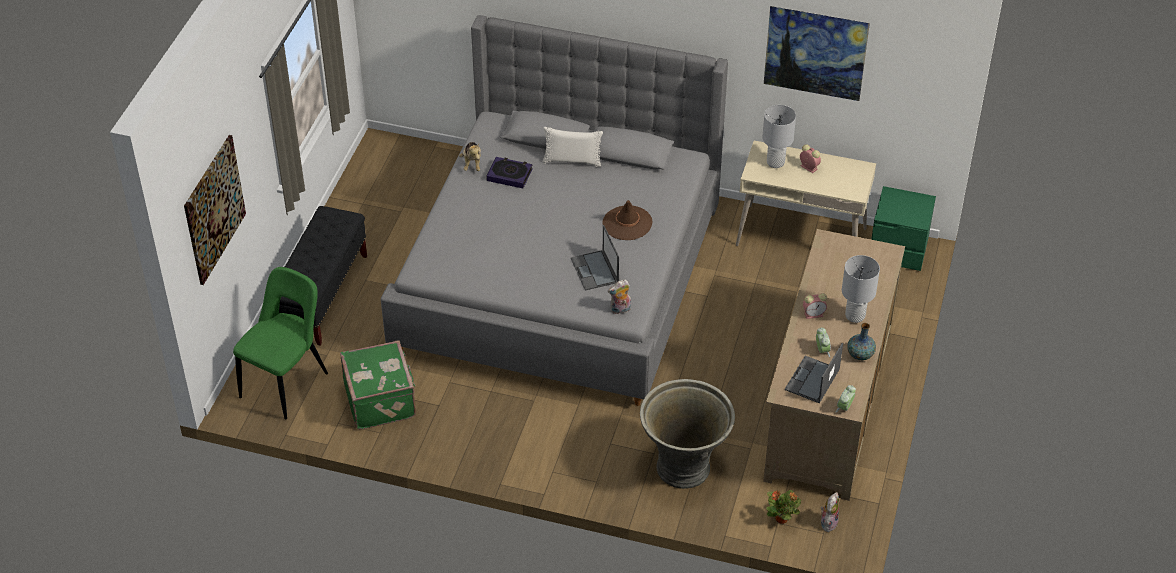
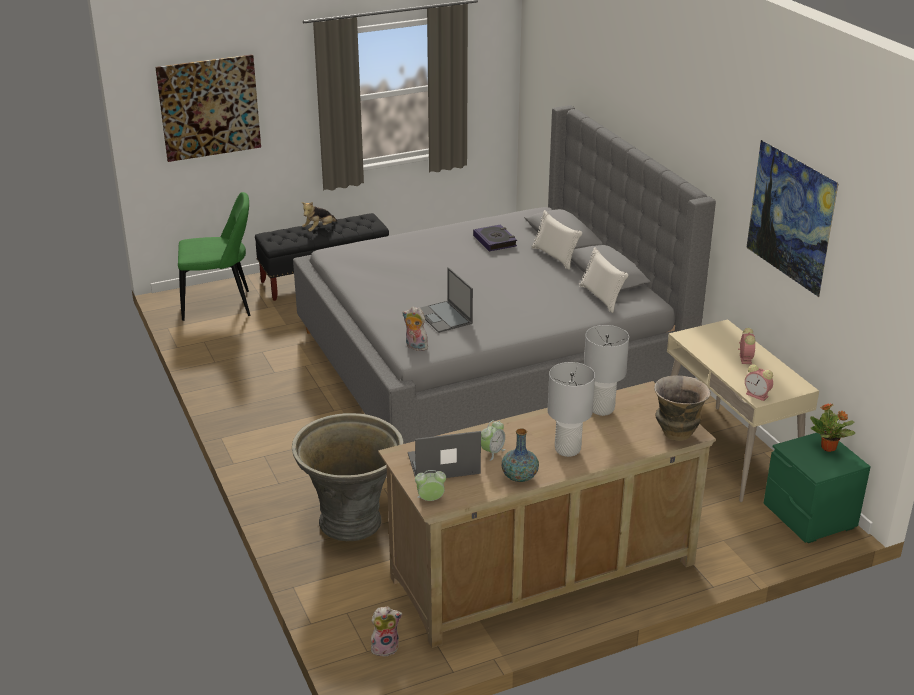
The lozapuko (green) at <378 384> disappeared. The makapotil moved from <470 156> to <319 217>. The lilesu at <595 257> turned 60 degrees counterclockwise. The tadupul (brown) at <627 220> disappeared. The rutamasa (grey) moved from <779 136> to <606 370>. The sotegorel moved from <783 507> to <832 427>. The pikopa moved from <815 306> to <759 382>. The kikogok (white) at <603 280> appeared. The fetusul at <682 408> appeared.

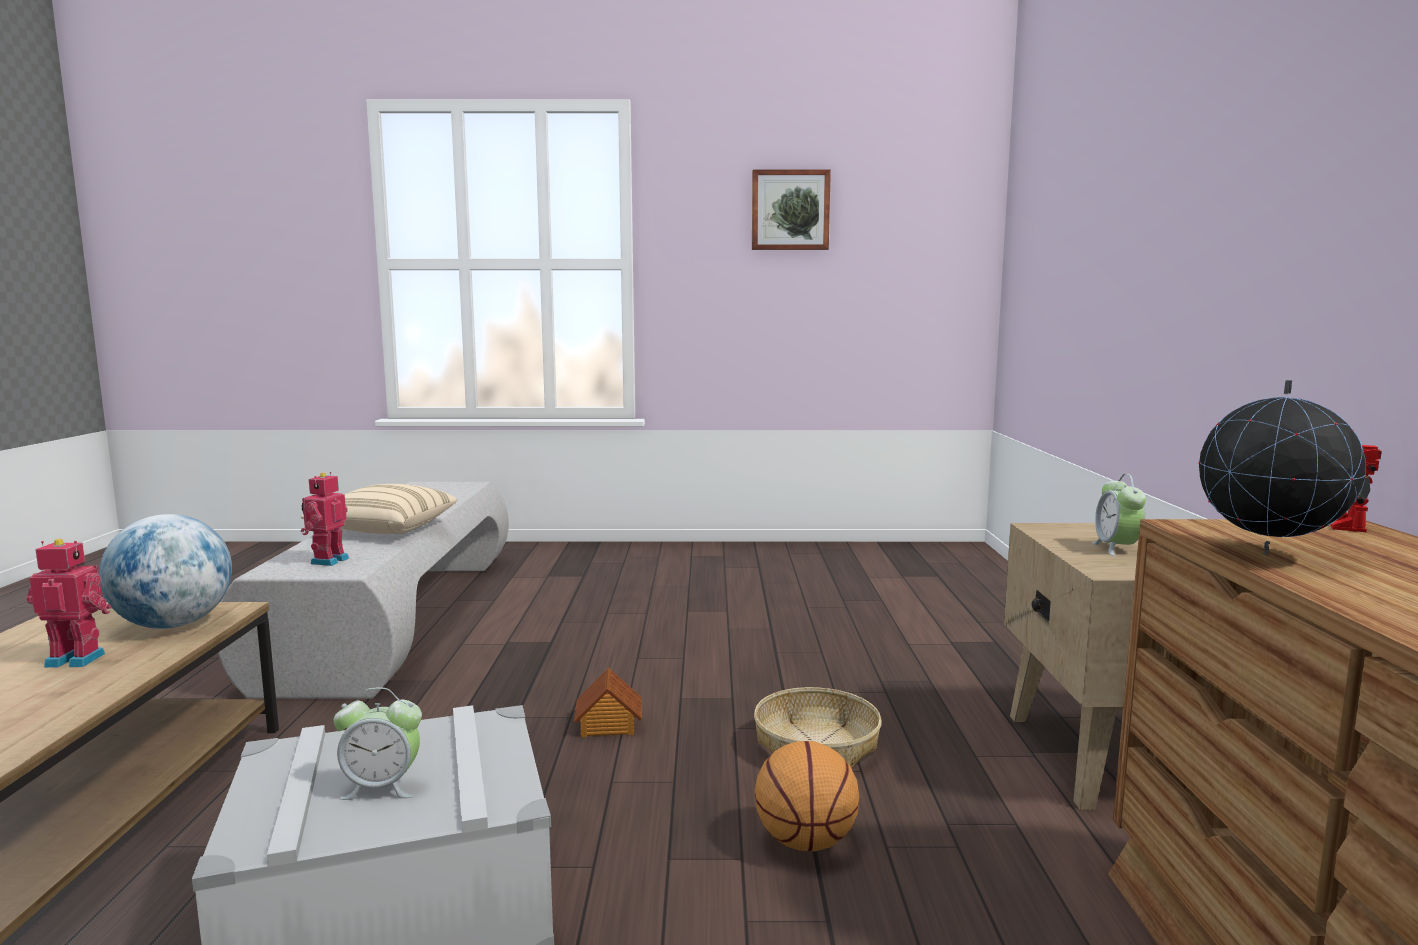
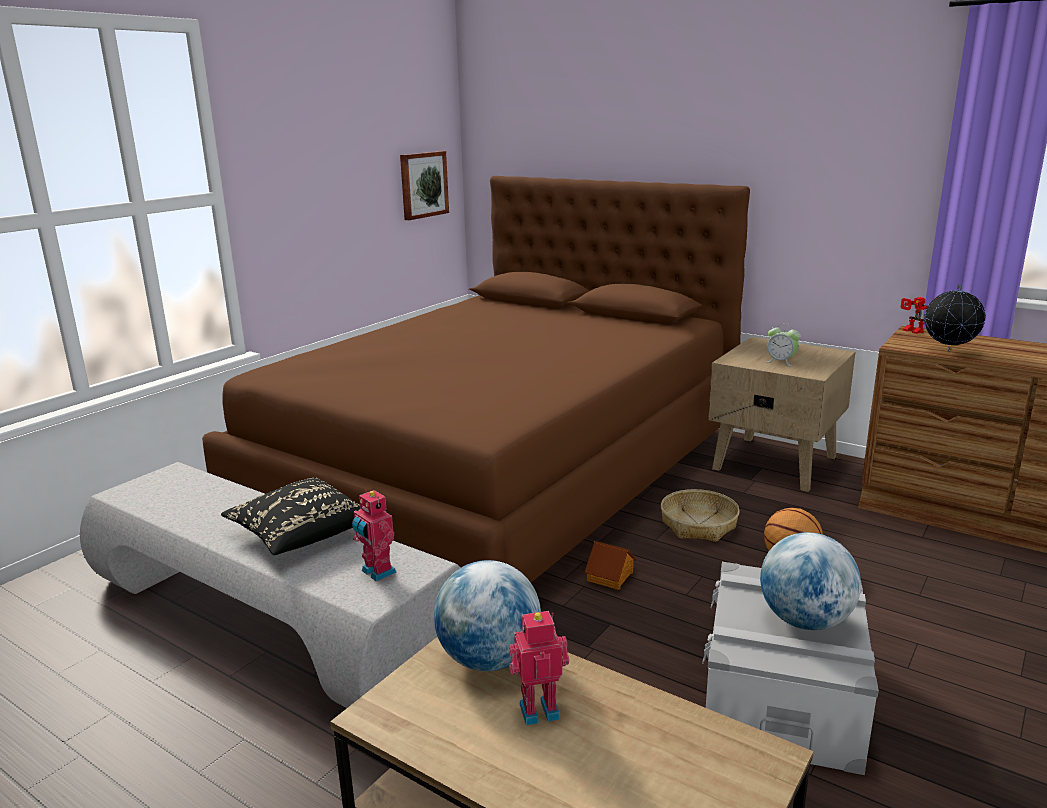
The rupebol at <68 603> turned 45 degrees clockwise. The kikogok (beige) at <379 509> became the kikogok (black) at <291 516>. The pikopa at <378 743> was replaced by the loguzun at <810 581>. The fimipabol moved from <791 210> to <424 185>. The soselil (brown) at <476 379> appeared.

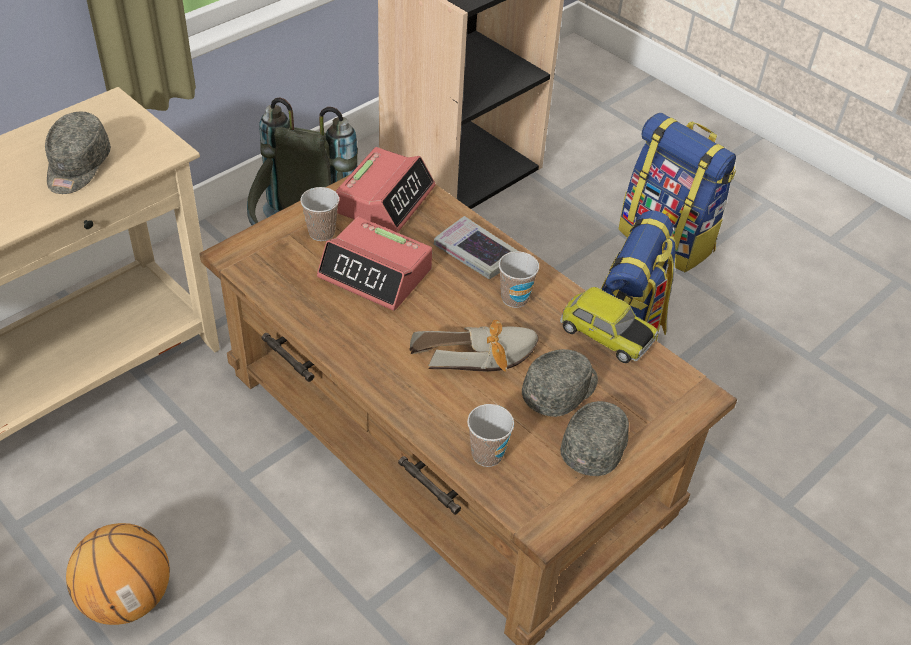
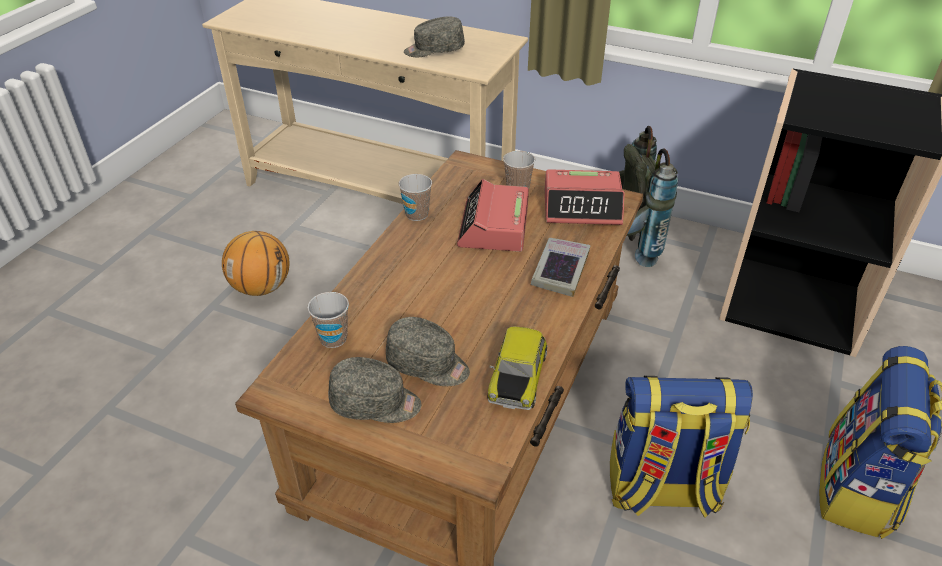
The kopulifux at <474 346> disappeared. The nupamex moved from <519 279> to <415 197>.

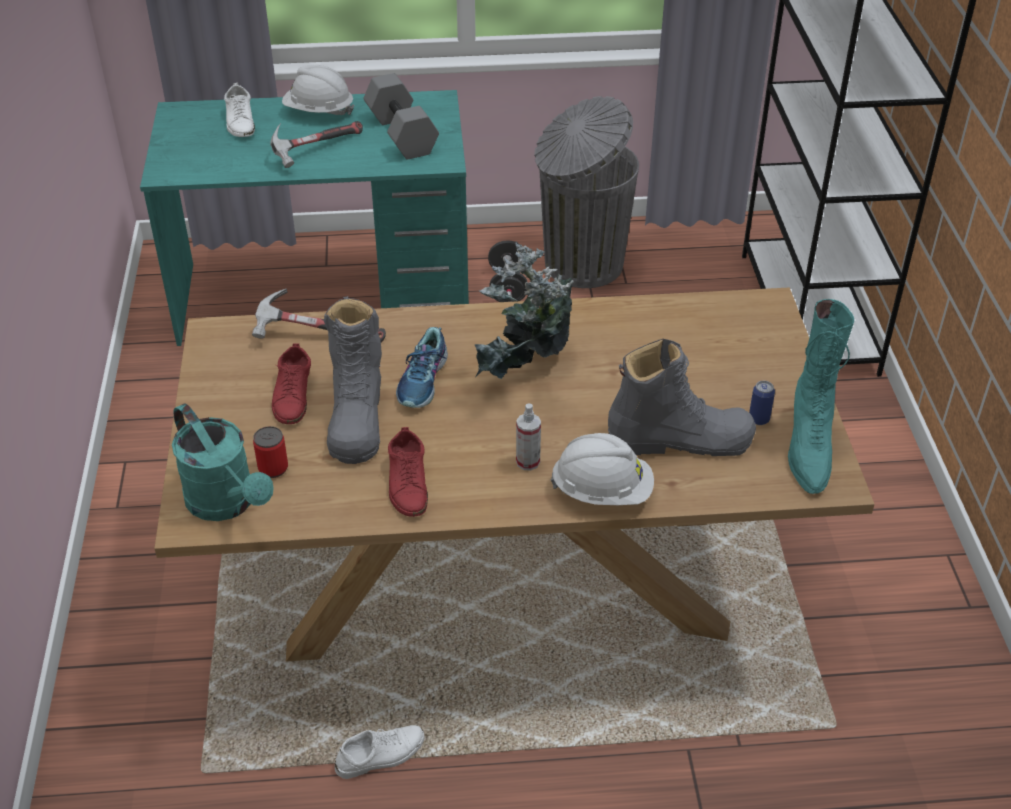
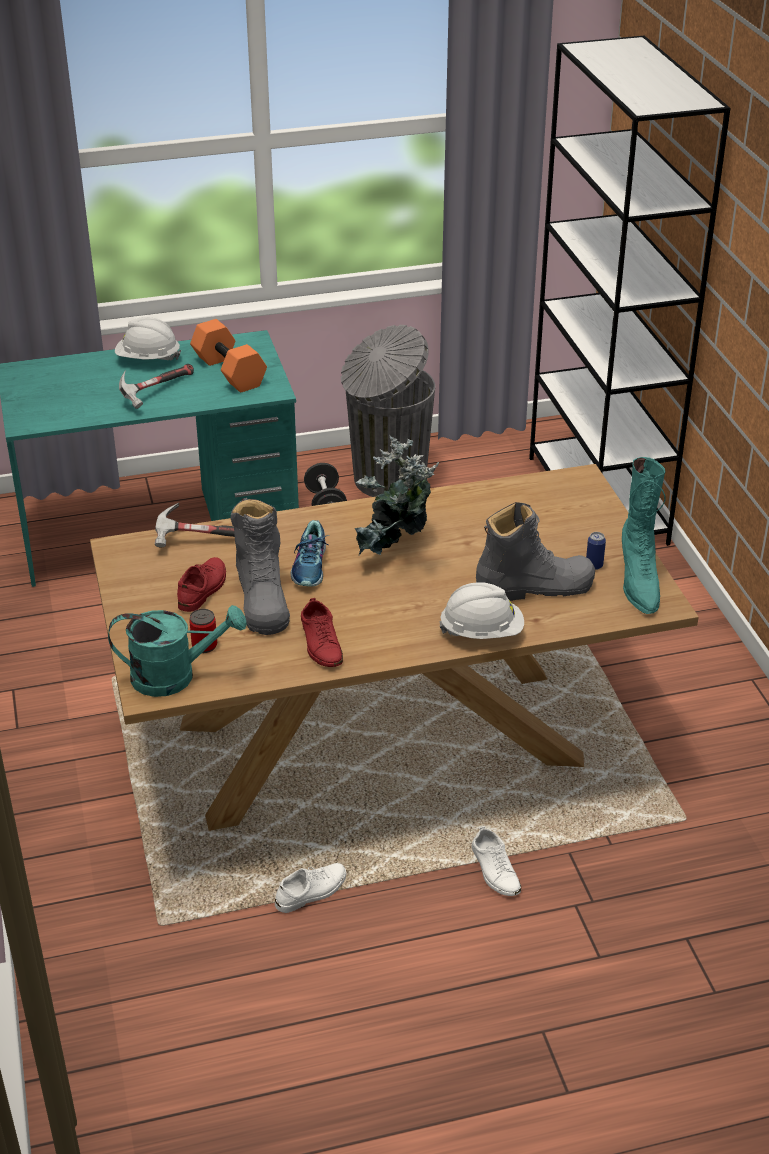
The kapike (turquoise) at <223 462> turned 45 degrees counterclockwise. The kopulifux (white) moved from <239 110> to <496 861>. The kopulifux (red) at <291 383> turned 150 degrees counterclockwise. The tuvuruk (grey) at <401 116> became the tuvuruk (orange) at <228 355>. The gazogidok at <528 437> disappeared.

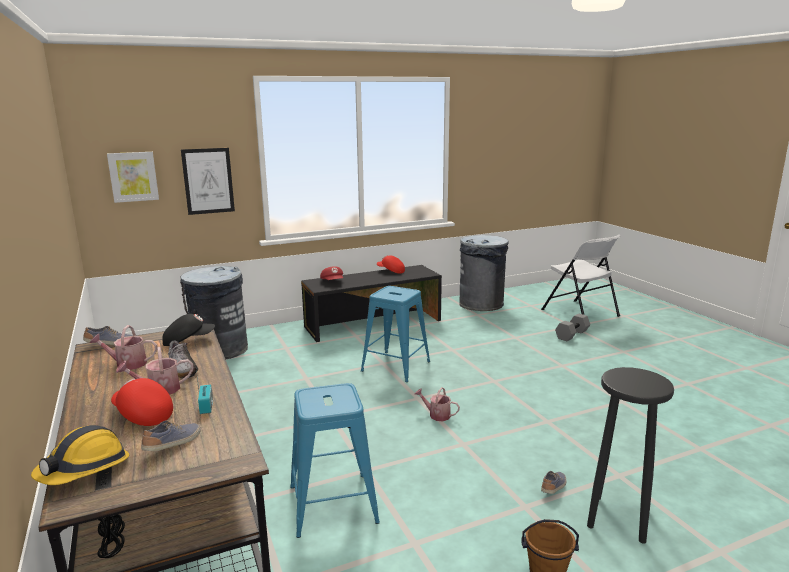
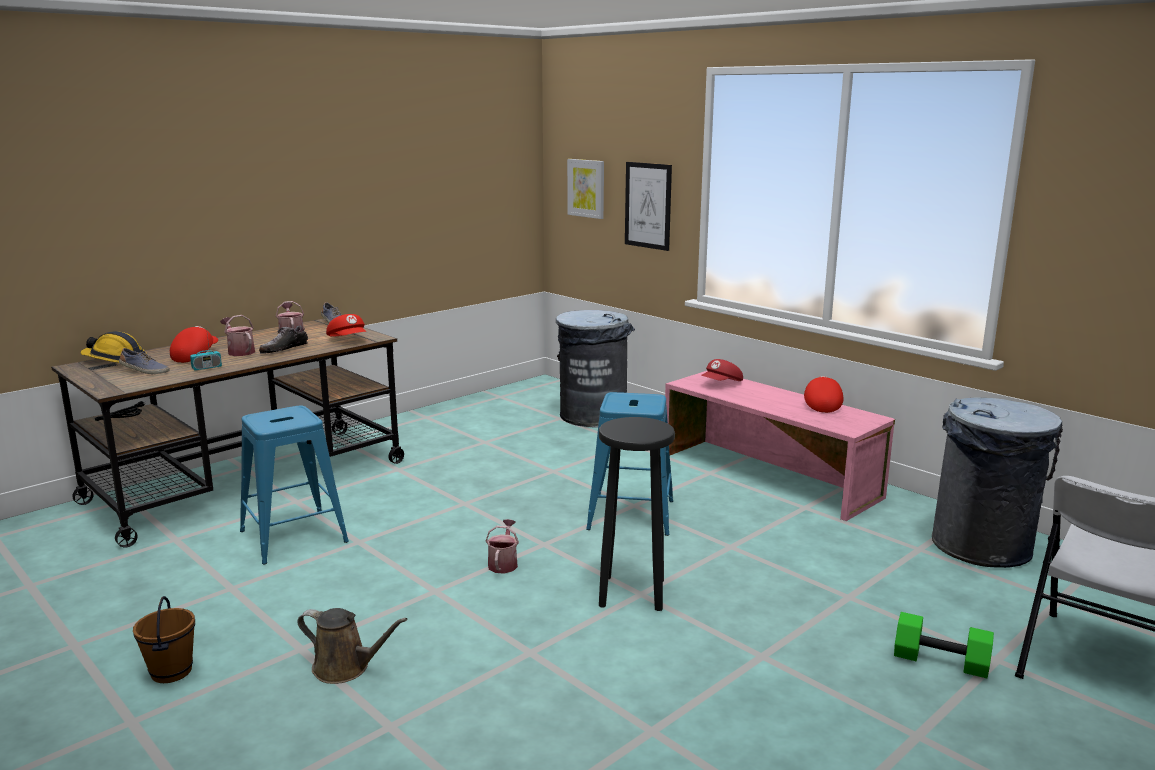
The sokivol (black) at <188 330> became the sokivol (red) at <346 325>. The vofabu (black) at <371 303> became the vofabu (pink) at <780 446>. The kopulifux at <554 482> was replaced by the kapike (brown) at <352 646>. The tuvuruk (grey) at <572 327> became the tuvuruk (green) at <944 645>. The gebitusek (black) moved from <630 455> to <637 514>.

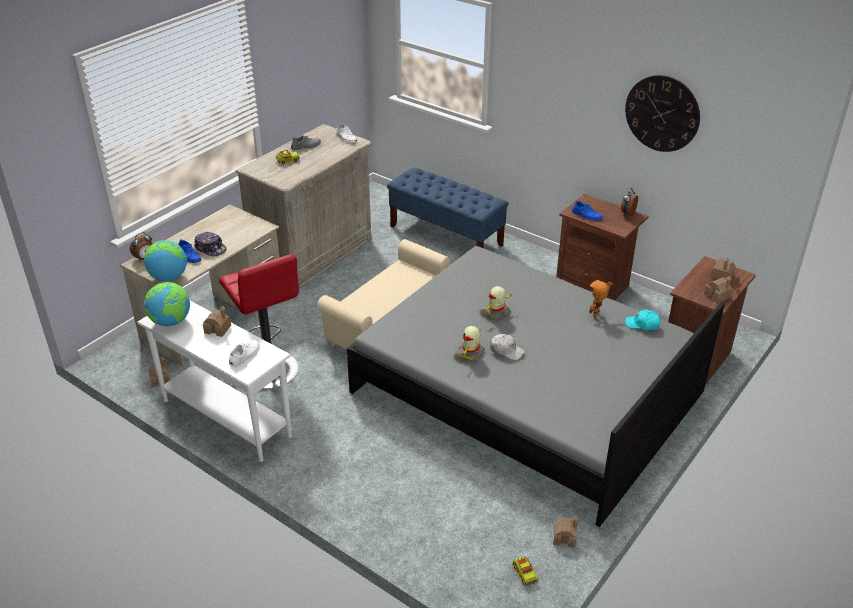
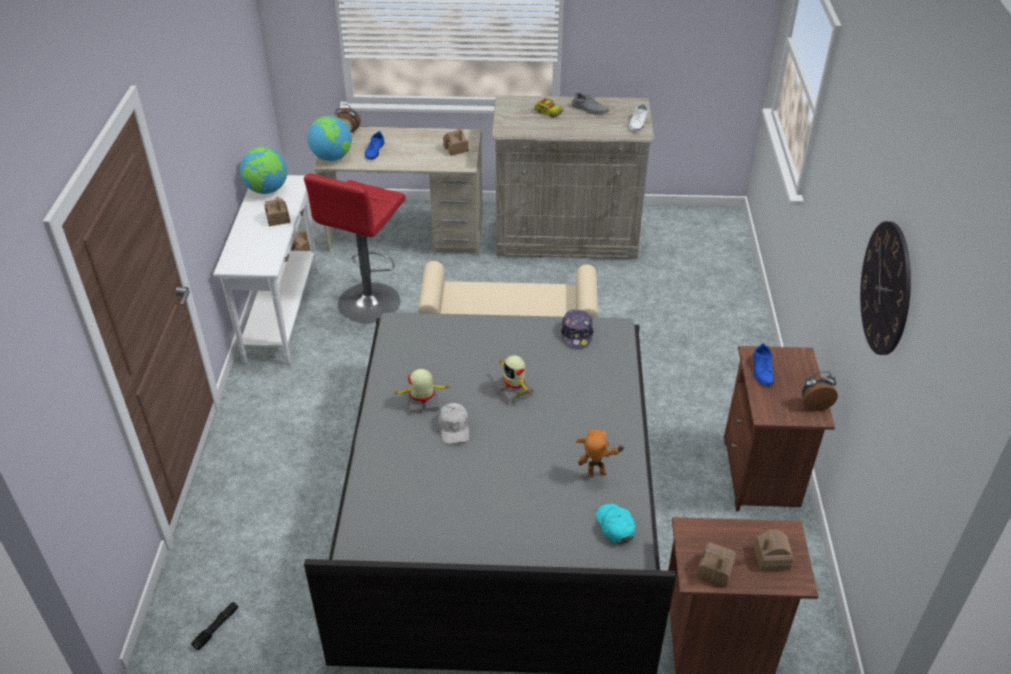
The sokivol moved from <210 244> to <577 329>. The kopulifux (white) at <244 354> disappeared. The vofabu (blue) at <447 207> disappeared. The rupebol at <496 304> turned 135 degrees counterclockwise. The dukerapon at <525 571> was replaced by the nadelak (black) at <215 626>. The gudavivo moved from <566 532> to <456 141>.

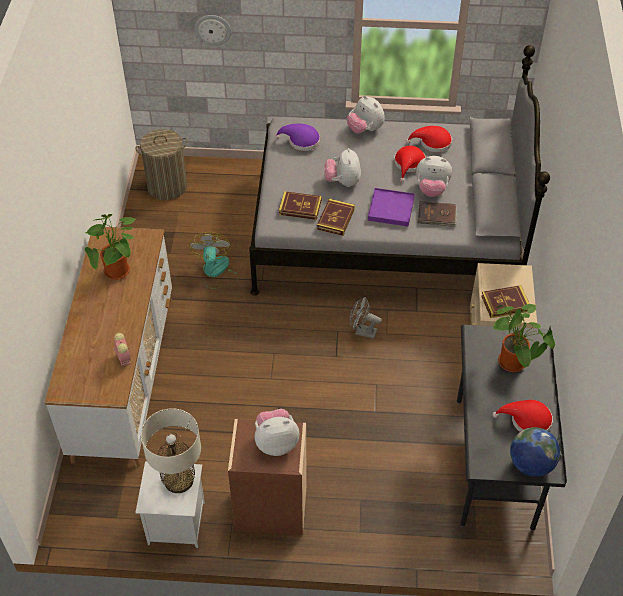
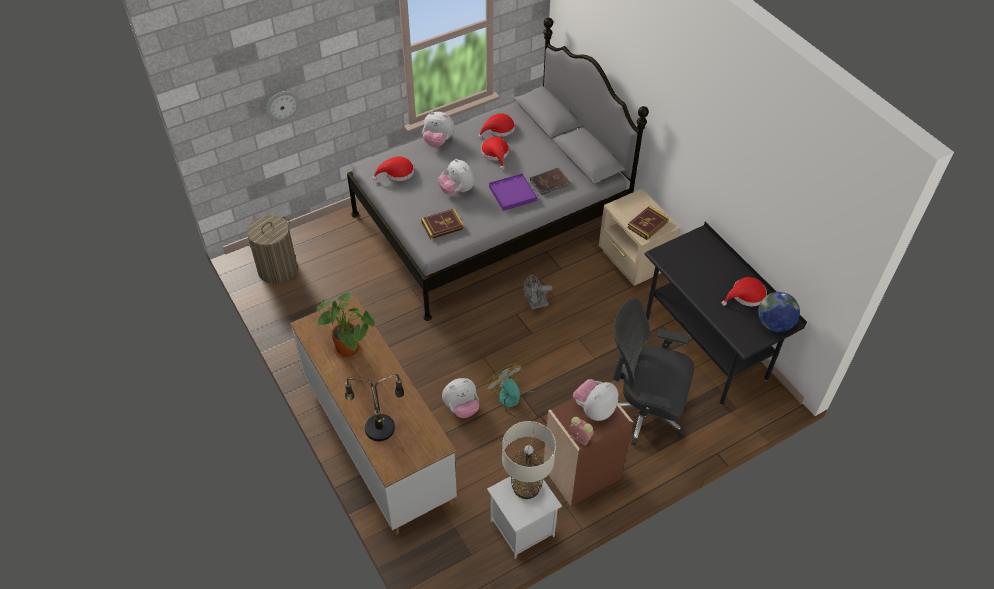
The pikopa moved from <122 349> to <581 431>. The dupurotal moved from <214 260> to <512 390>. The tadupul (purple) at <297 137> became the tadupul (red) at <393 168>. The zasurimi at <336 217> disappeared. The makapotil moved from <434 176> to <460 398>. The sotegorel at <524 337> disappeared. The rutamasa at <374 407> appeared. The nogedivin at <653 372> appeared.

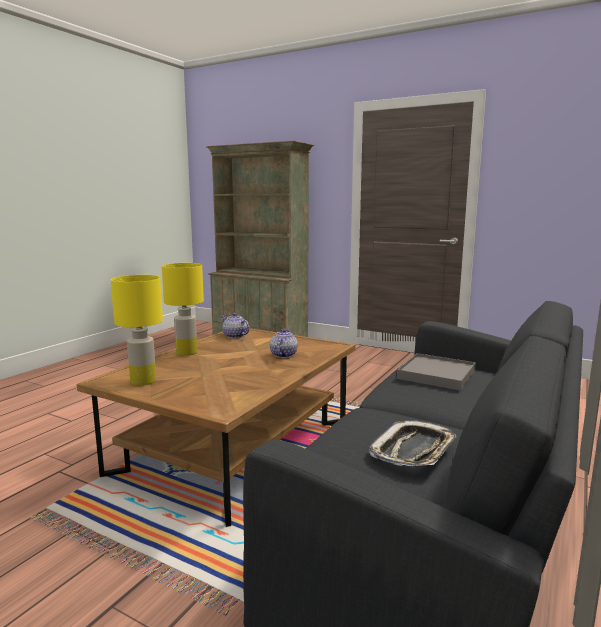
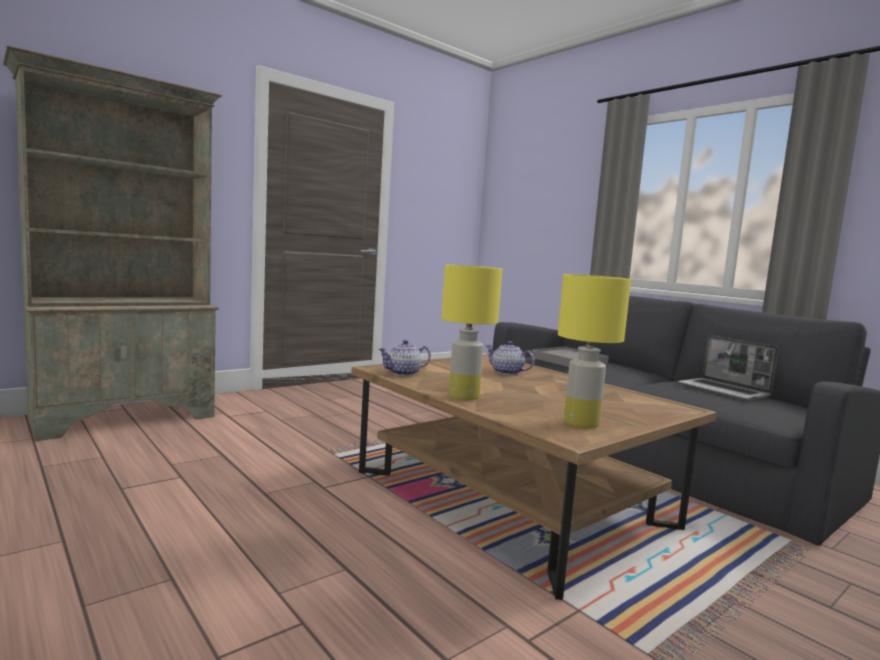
The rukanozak at <412 443> was replaced by the lilesu at <728 368>.

